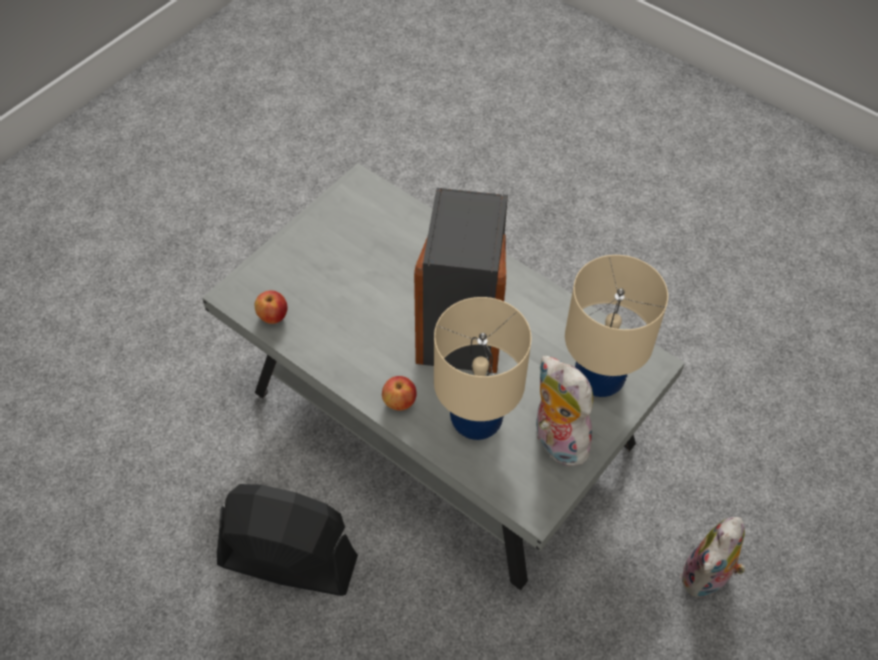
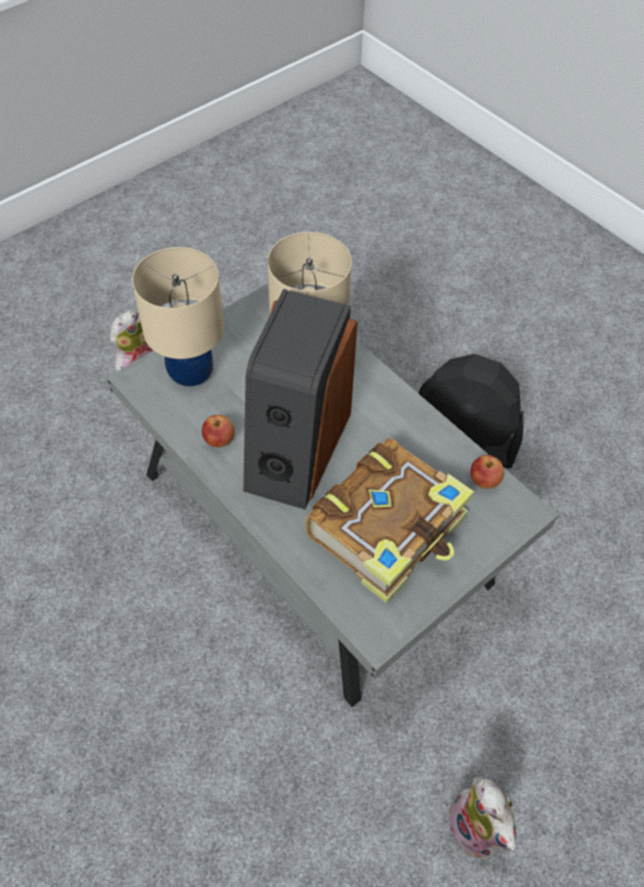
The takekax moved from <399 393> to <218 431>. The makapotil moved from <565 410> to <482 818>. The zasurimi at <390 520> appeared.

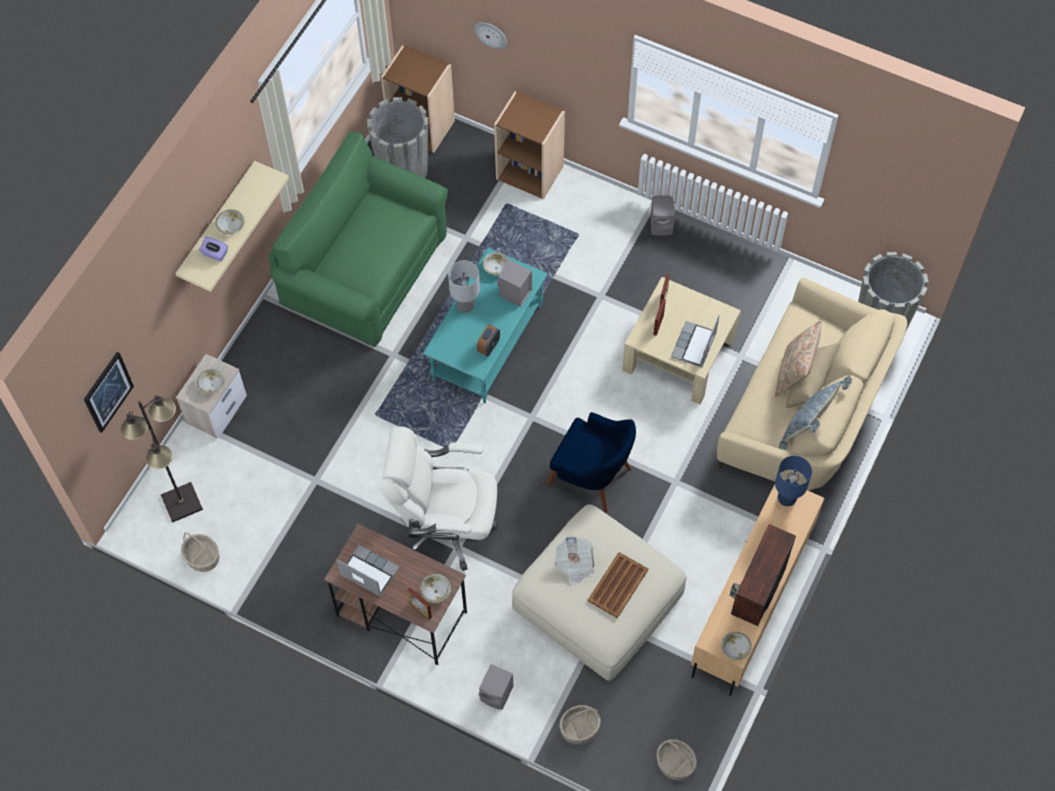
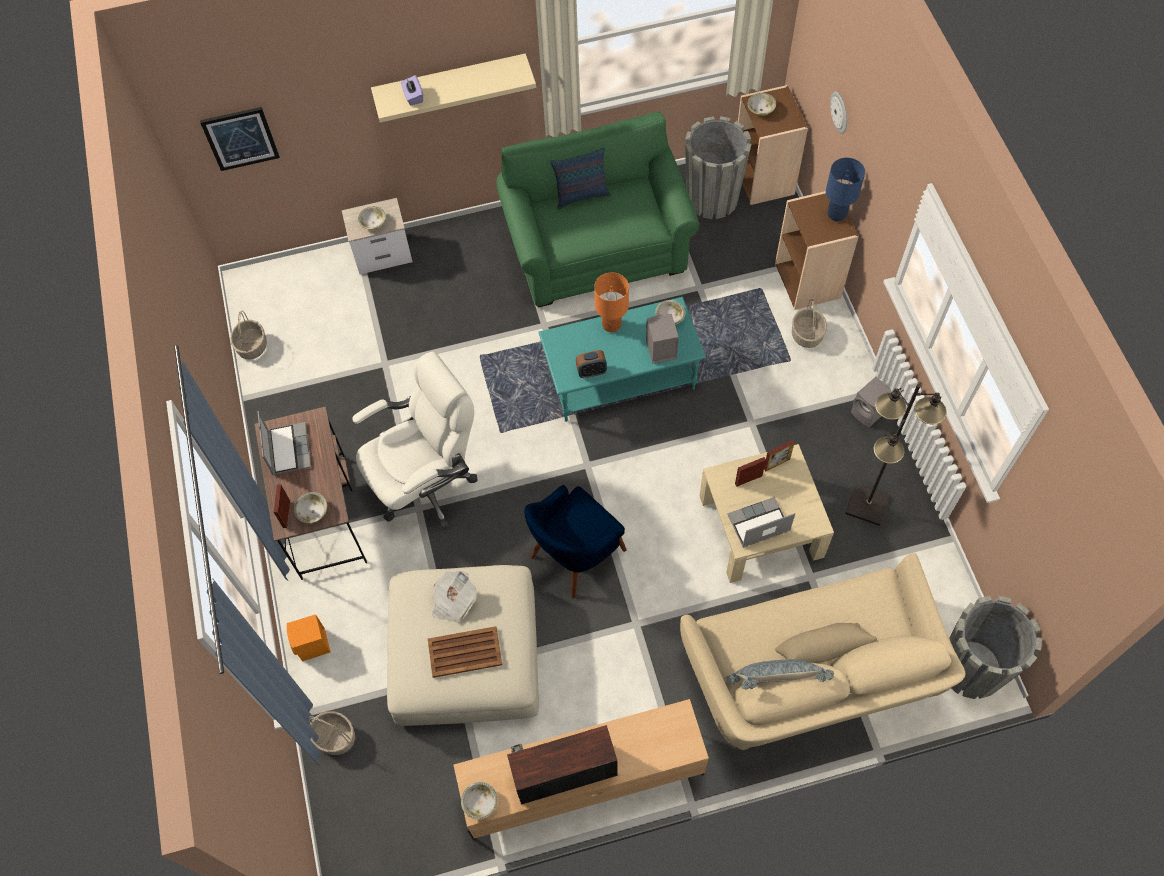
The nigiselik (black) moved from <162 459> to <896 455>. The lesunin moved from <230 222> to <762 104>. The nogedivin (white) at <439 498> turned 90 degrees clockwise. The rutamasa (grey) at <464 286> became the rutamasa (orange) at <611 302>. The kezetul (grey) at <496 687> became the kezetul (orange) at <308 637>. The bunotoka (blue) at <591 462> turned 60 degrees clockwise. The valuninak moved from <677 759> to <809 323>. The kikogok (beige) at <798 358> disappeared. The rutamasa (blue) moved from <793 481> to <845 189>. The kikogok (blue) at <580 179> appeared.

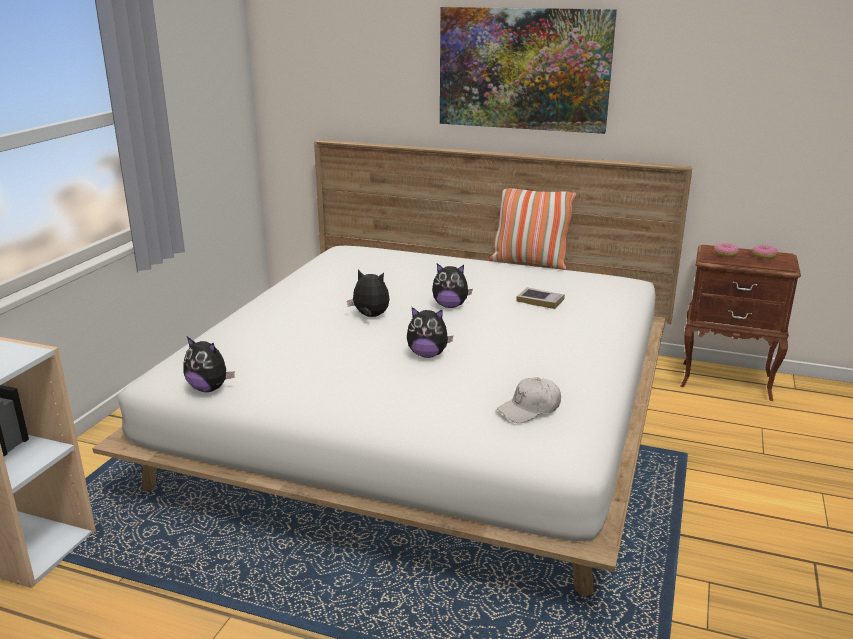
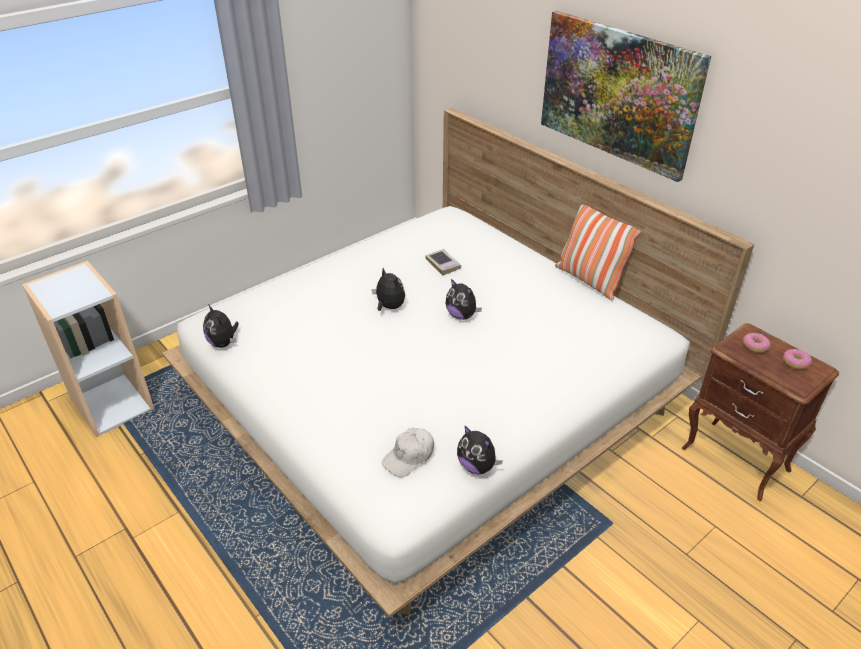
The makapotil moved from <430 332> to <480 449>. The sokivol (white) at <529 400> turned 45 degrees counterclockwise. The zasurimi moved from <540 298> to <443 262>.

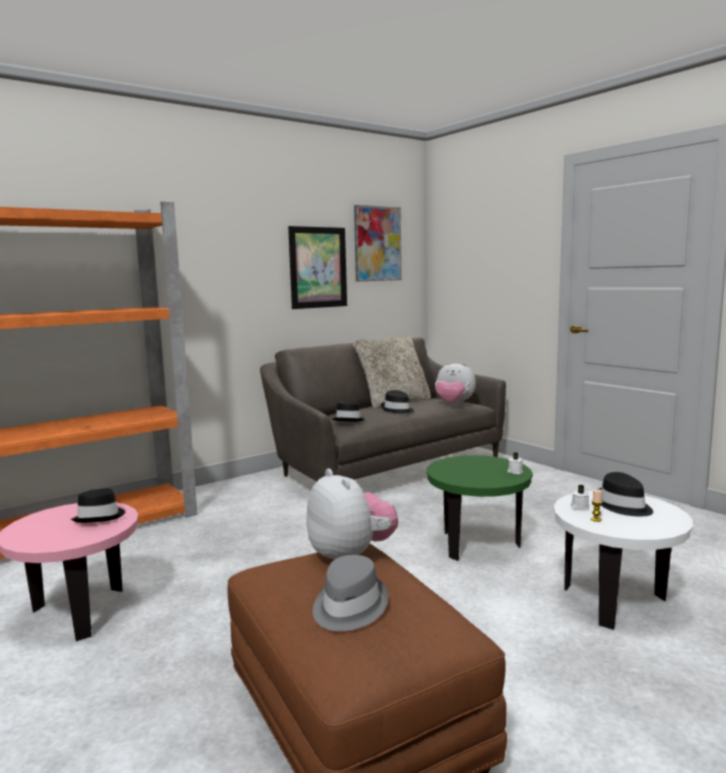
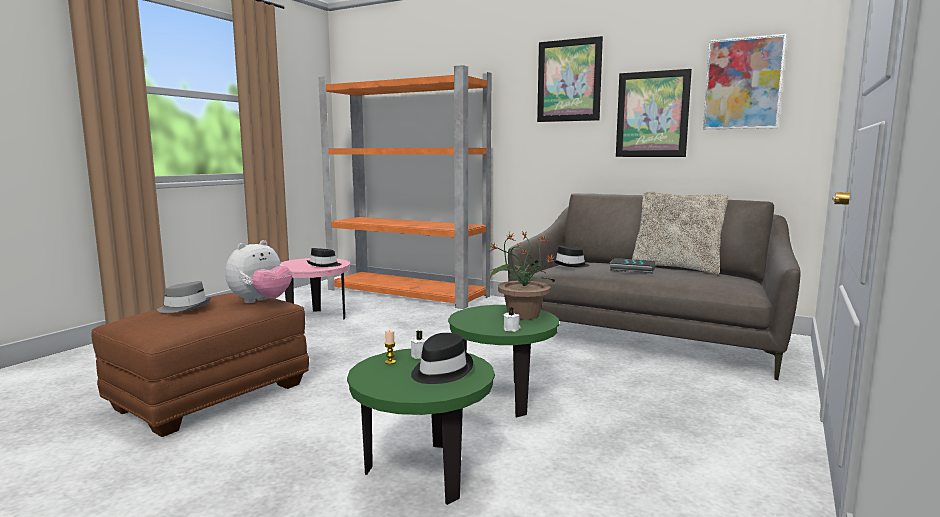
The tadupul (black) at <397 402> was replaced by the zasurimi at <632 266>. The makapotil at <455 383> disappeared. The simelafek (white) at <623 560> became the simelafek (green) at <421 427>. The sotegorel at <522 275> appeared. The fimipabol at <570 79> appeared.

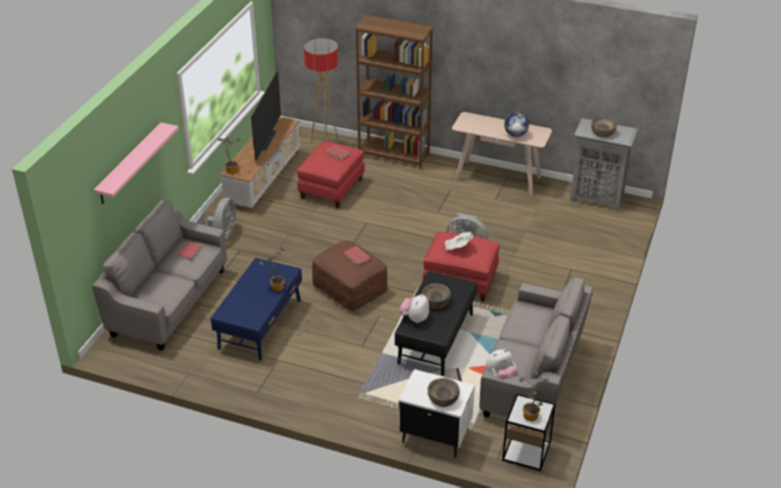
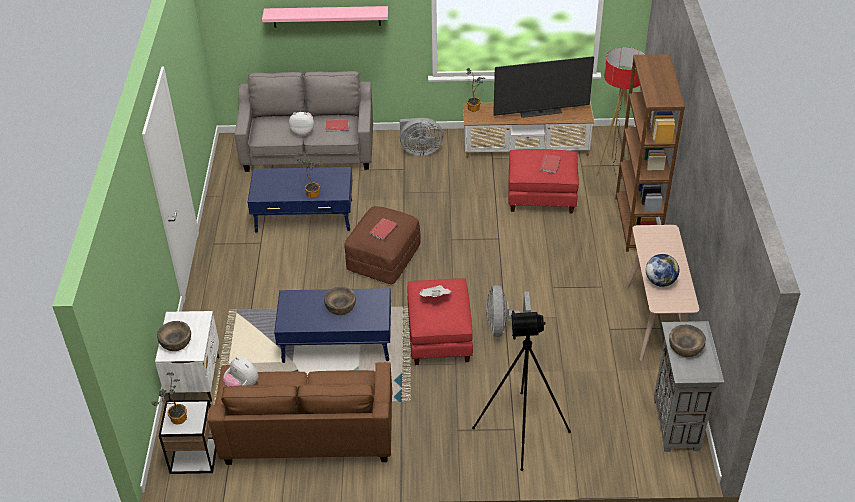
The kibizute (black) at <436 323> became the kibizute (blue) at <332 325>. The makapotil moved from <414 308> to <301 124>. The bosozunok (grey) at <536 347> became the bosozunok (brown) at <300 413>. The nigiselik (black) at <521 390> appeared.

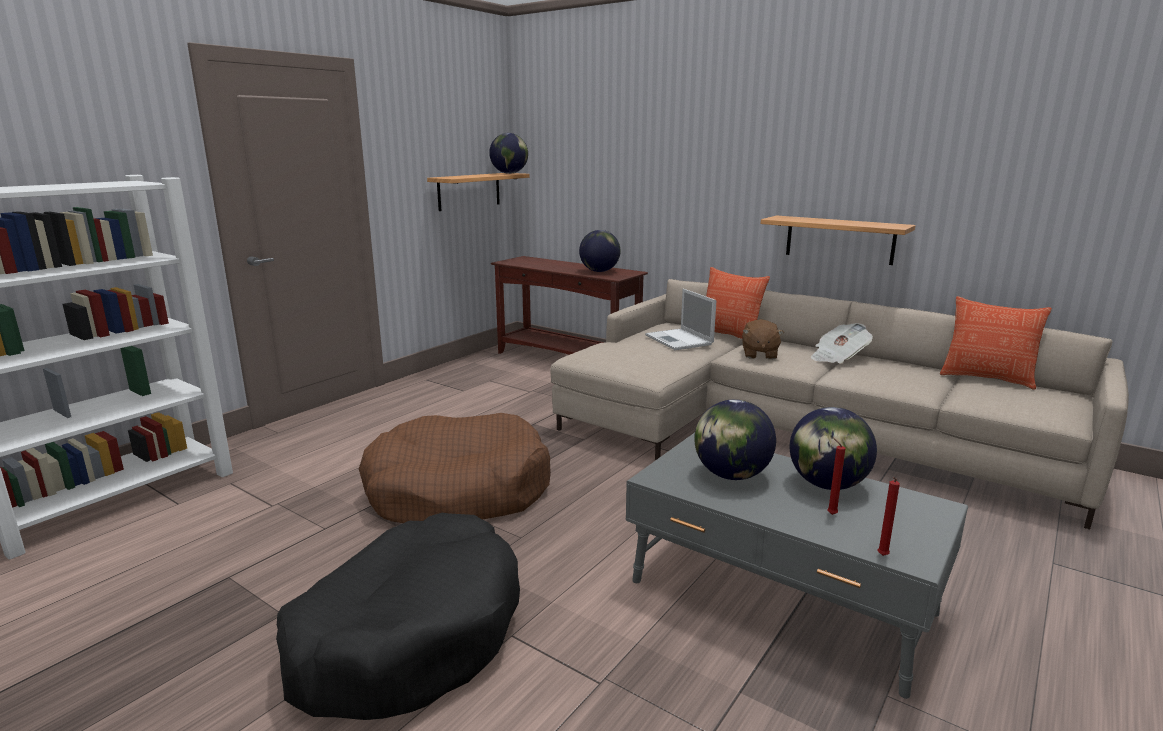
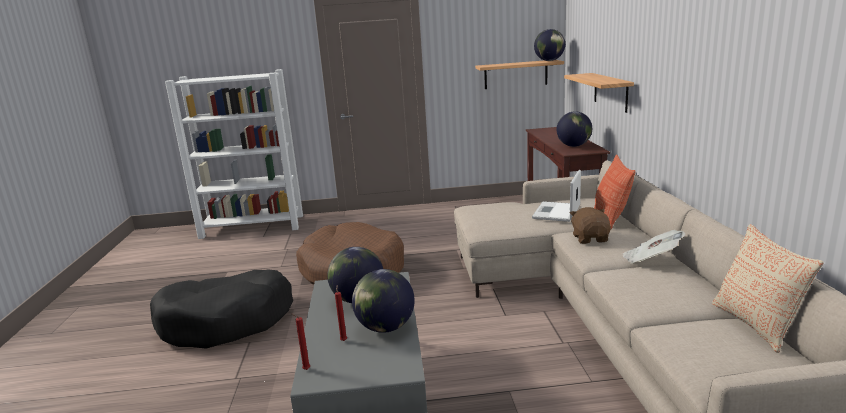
The makapotil (brown) at <763 339> turned 120 degrees clockwise. The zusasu moved from <838 240> to <599 93>. The kikogok (orange) at <996 343> became the kikogok (beige) at <768 288>.

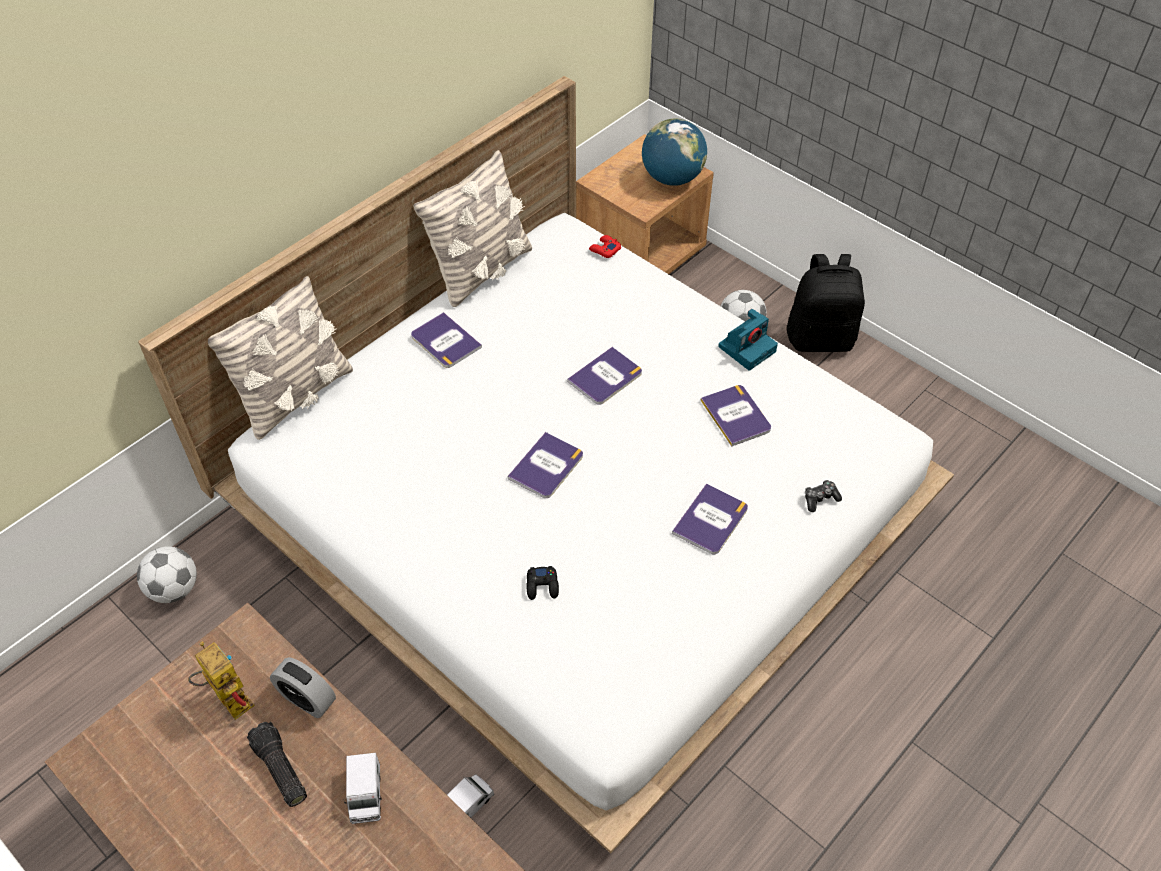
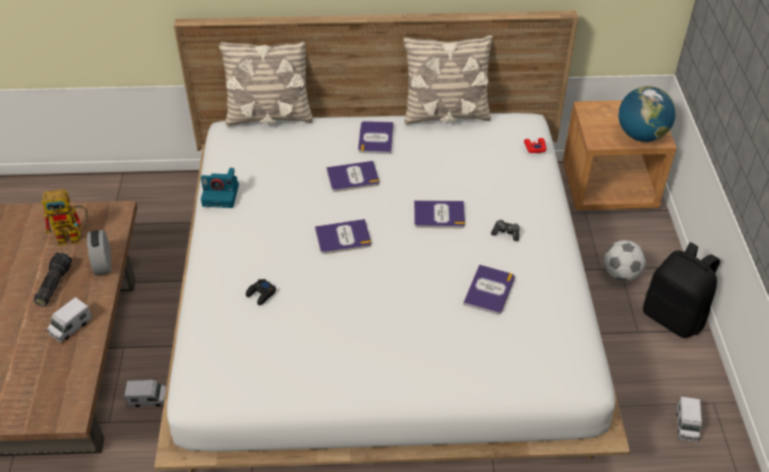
The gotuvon at <167 574> disappeared. The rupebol at <221 681> turned 75 degrees clockwise. The zasurimi moved from <710 518> to <352 176>. The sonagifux moved from <748 340> to <220 188>. The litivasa moved from <823 496> to <505 230>. The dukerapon at <690 419> appeared.

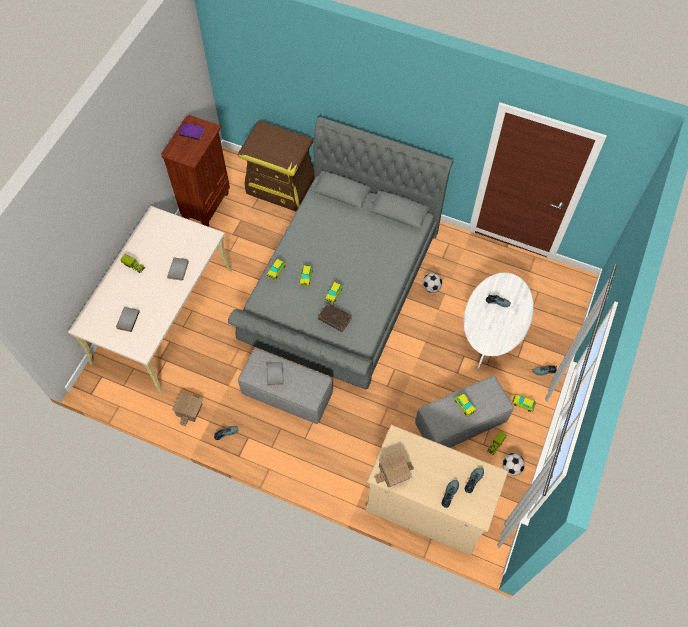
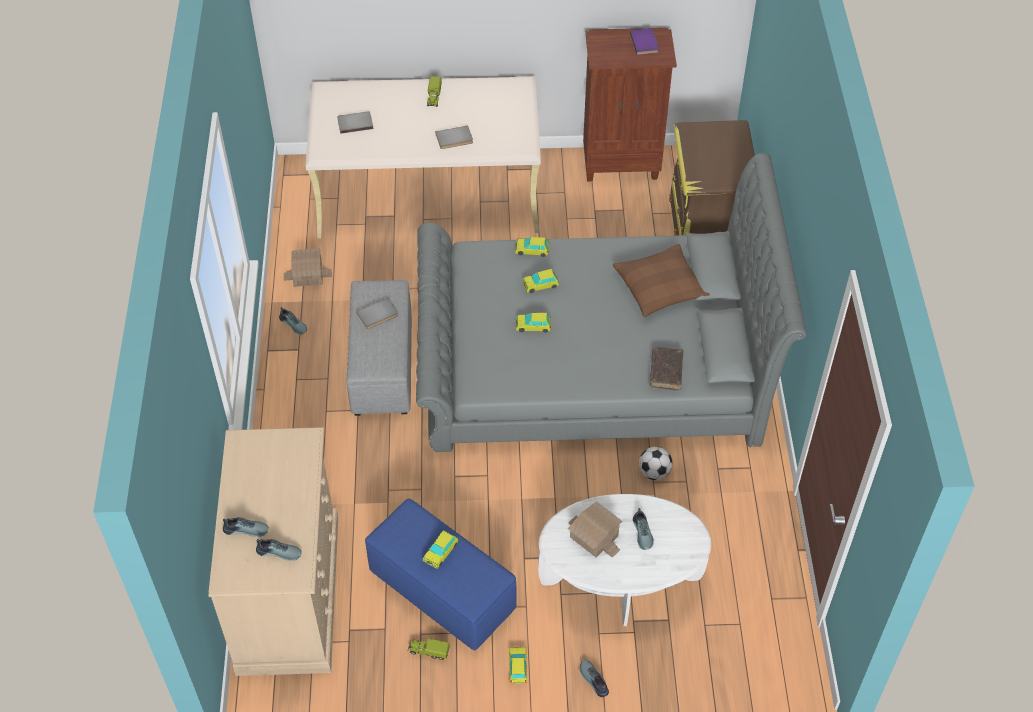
The zasurimi (brown) moved from <335 317> to <666 369>. The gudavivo moved from <394 468> to <595 529>. The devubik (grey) at <464 411> became the devubik (blue) at <441 574>. The gotuvon at <513 464> disappeared. The kikogok (brown) at <661 280> appeared.

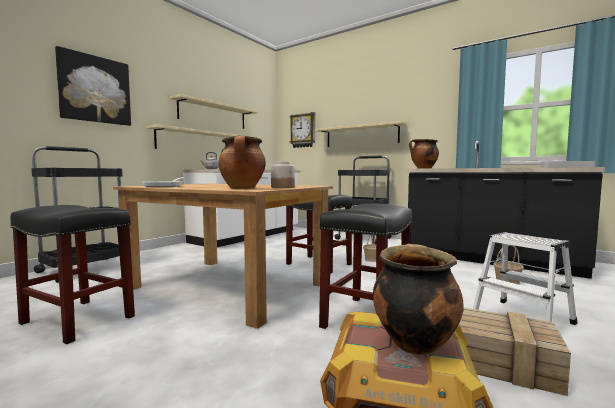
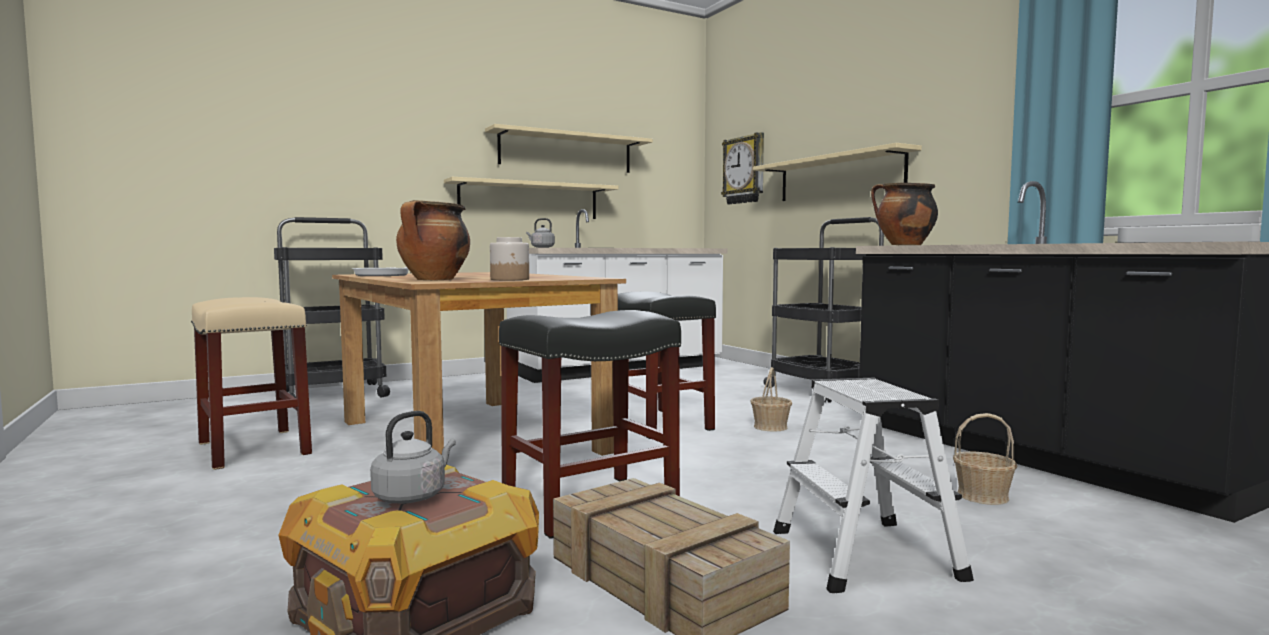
The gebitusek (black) at <72 274> became the gebitusek (beige) at <251 383>. The fimipabol at <93 86> disappeared. The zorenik at <418 299> was replaced by the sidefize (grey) at <413 457>.

